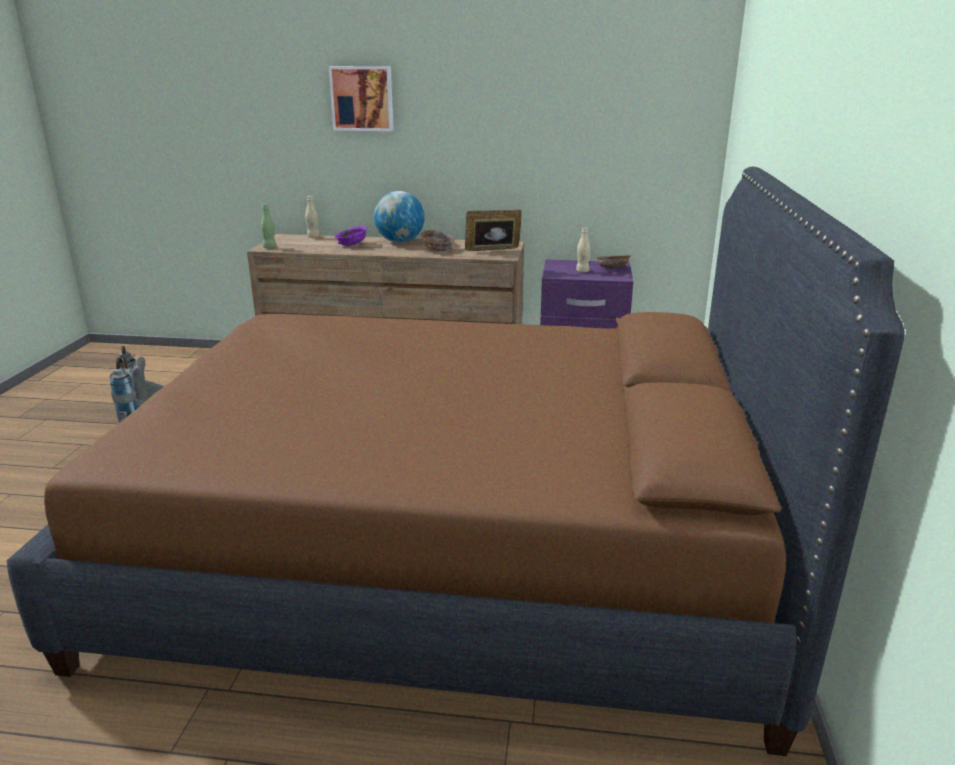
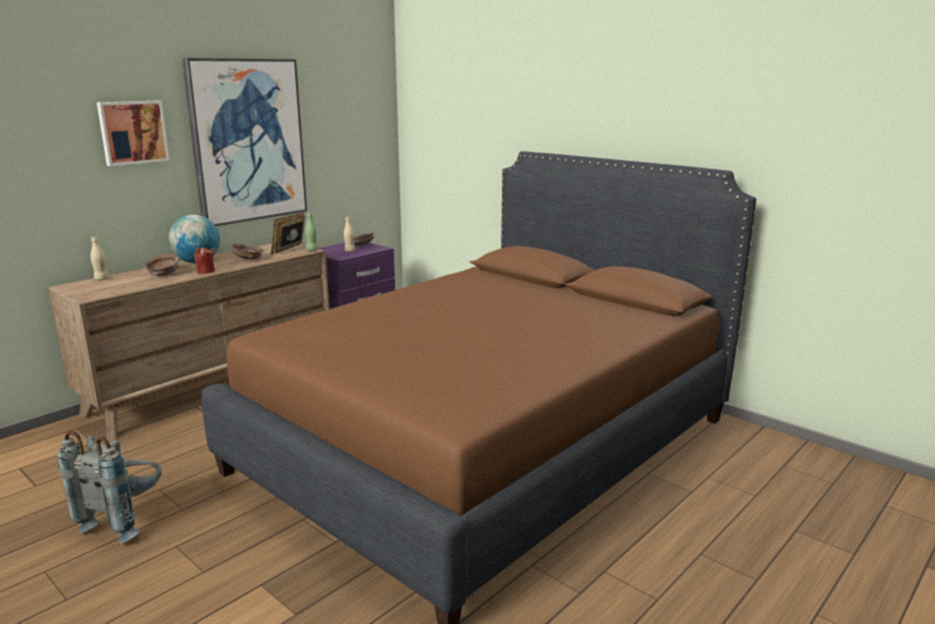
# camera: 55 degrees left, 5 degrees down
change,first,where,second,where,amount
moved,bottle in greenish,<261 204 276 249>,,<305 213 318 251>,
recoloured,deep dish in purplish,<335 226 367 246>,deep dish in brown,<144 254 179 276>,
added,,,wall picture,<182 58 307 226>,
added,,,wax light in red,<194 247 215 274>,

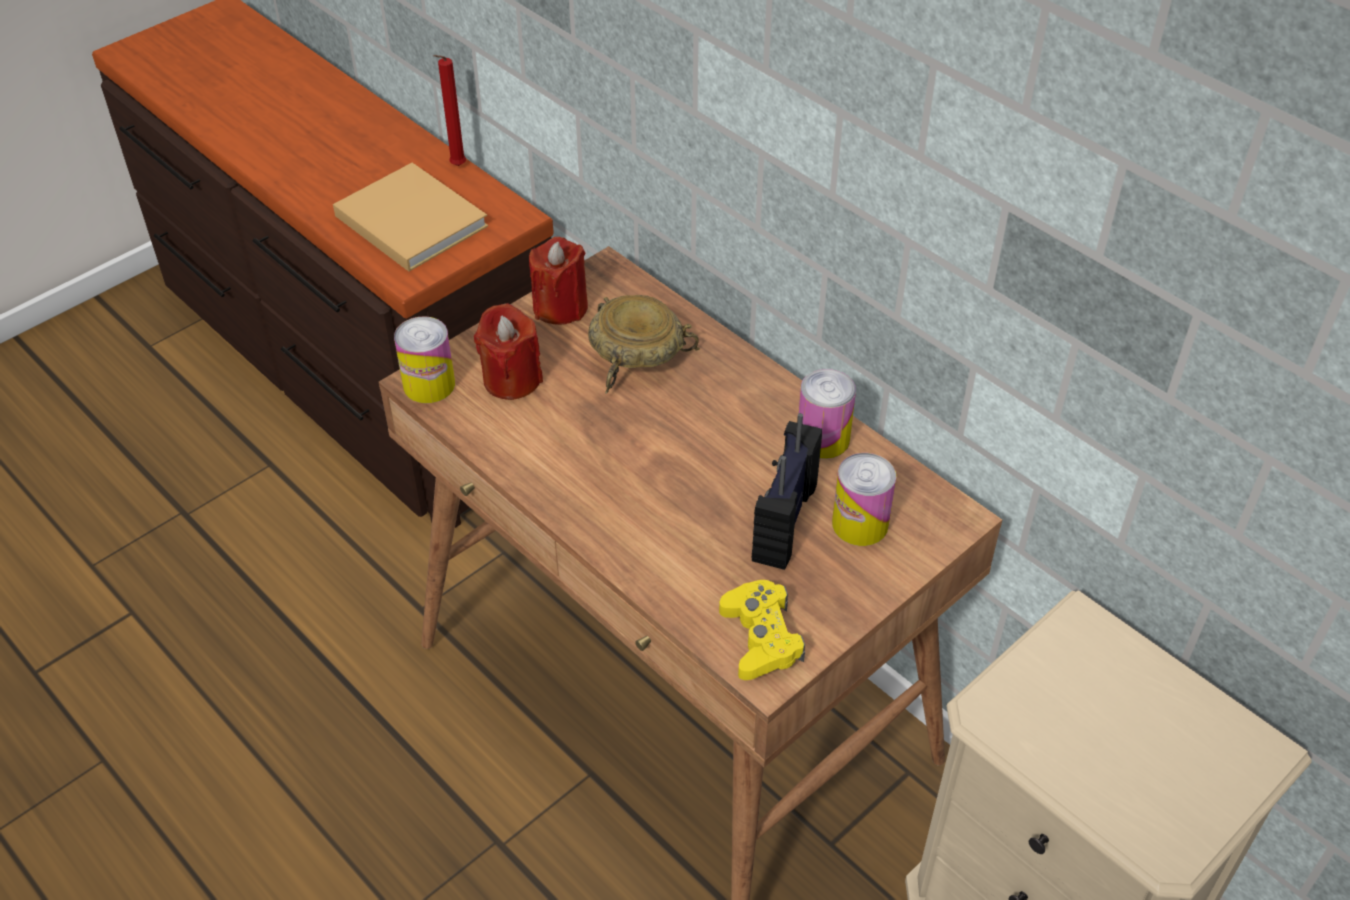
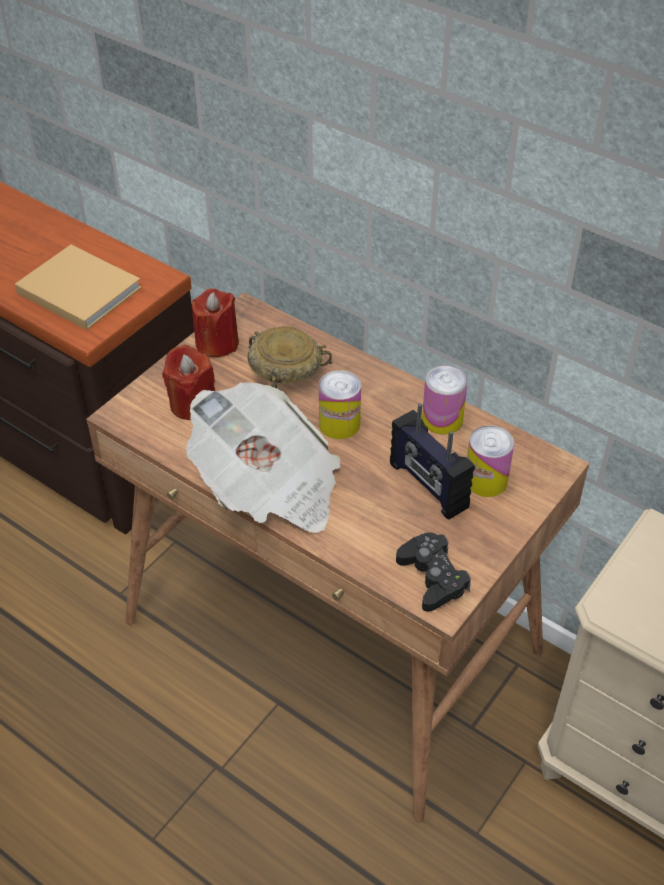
# camera: 10 degrees left, 0 degrees up
change,first,where,second,where,amount
removed,wax light in red,<434 55 466 166>,,,
moved,can,<394 316 455 403>,,<319 370 361 439>,
turned,radio,<752 413 822 570>,,<390 403 475 520>,45 degrees counterclockwise
recoloured,joypad in yellow-coloured,<719 580 805 680>,joypad in black,<396 532 471 612>,
added,,,daily paper,<186 382 341 533>,

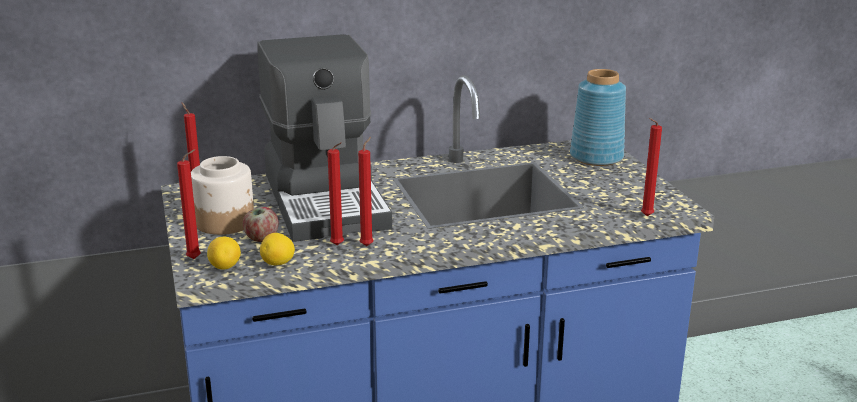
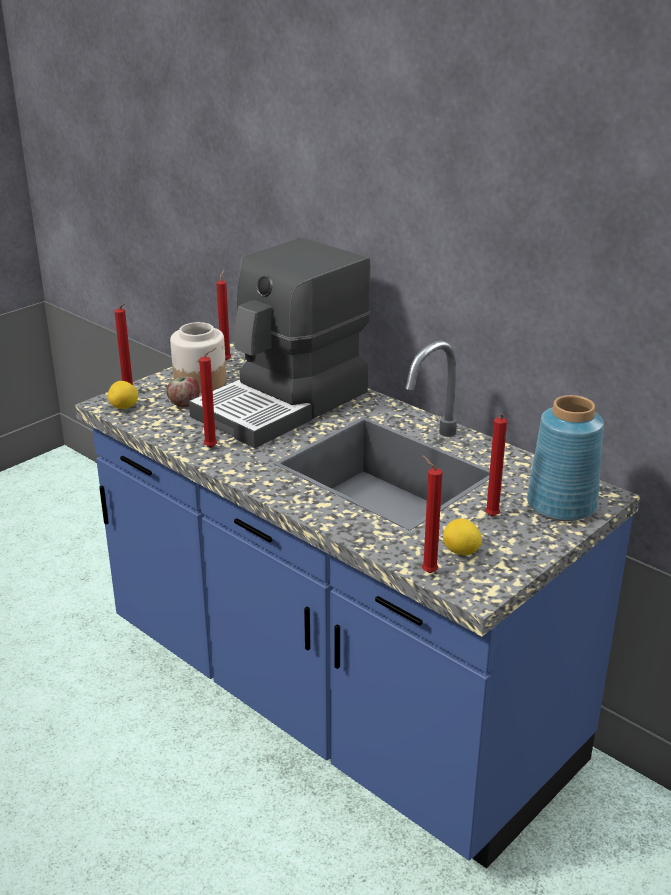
# camera: 60 degrees right, 5 degrees up
change,first,where,second,where,amount
moved,wax light in red,<327 142 344 245>,,<485 414 507 516>,
moved,citrus fruit,<260 233 295 265>,,<443 519 482 555>,

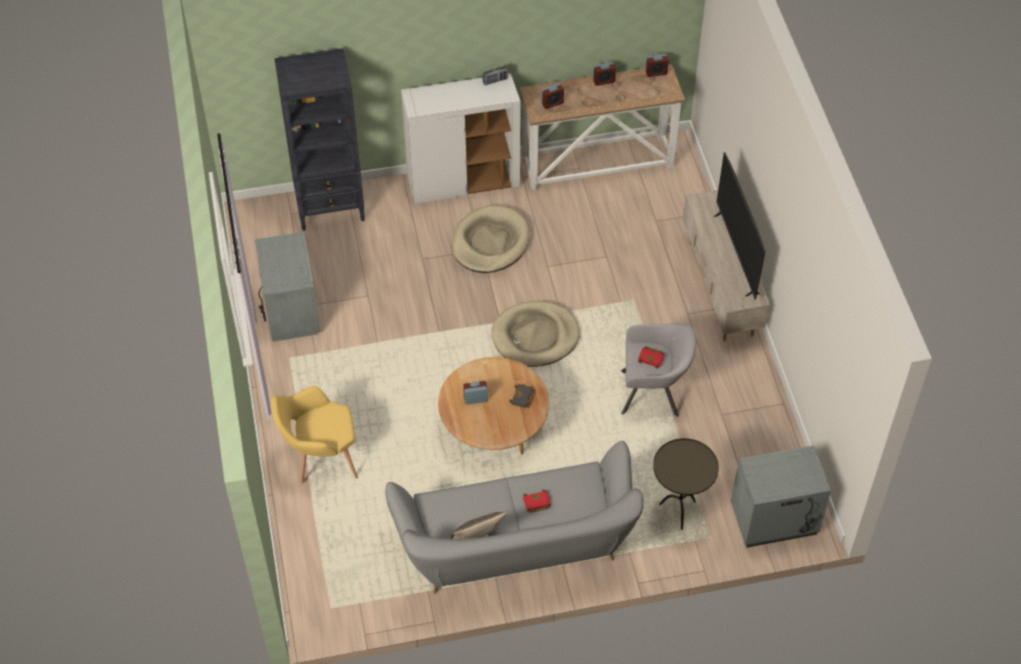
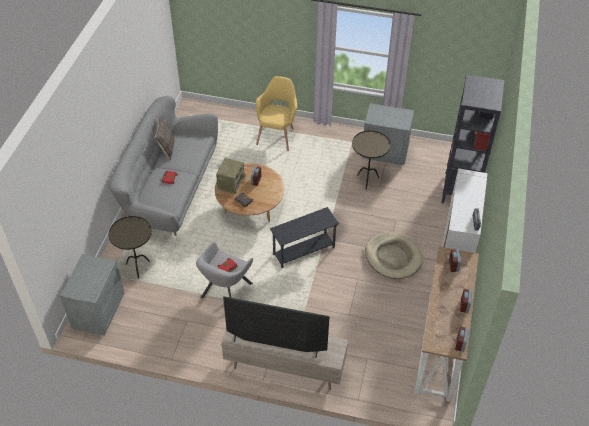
# camera: 115 degrees right, 5 degrees down
change,first,where,second,where,amount
replaced,pet bed in beige-coloured,<491 301 580 367>,accent table in greyish,<270 207 339 268>,
added,,,accent table in brown,<352 130 391 190>,
added,,,radio,<216 158 246 194>,

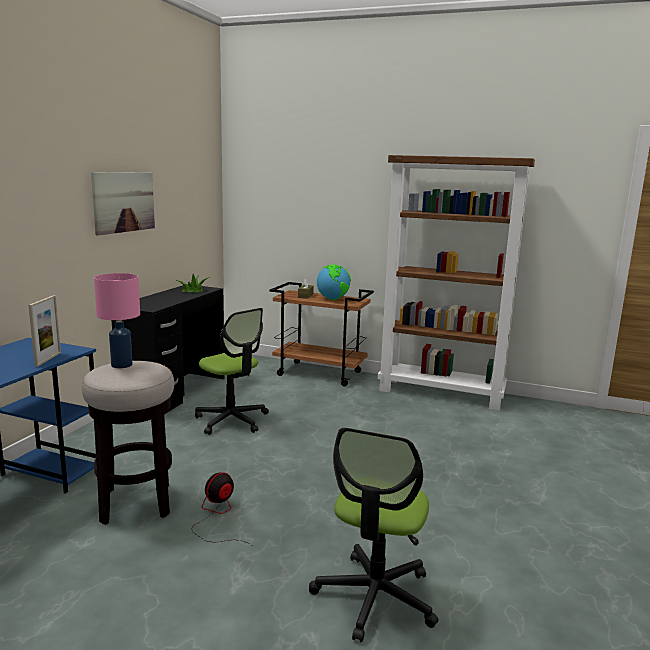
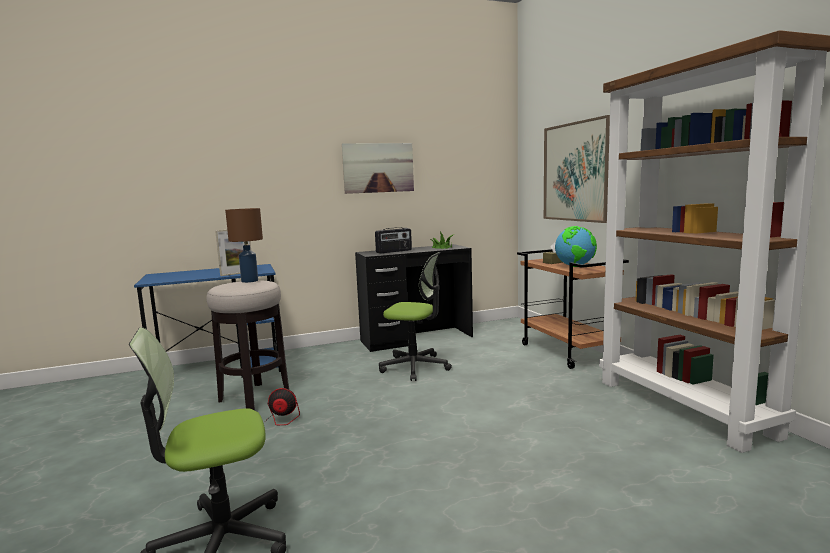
# camera: 50 degrees right, 5 degrees down
change,first,where,second,where,amount
recoloured,lamp for a table in pink,<94 273 140 368>,lamp for a table in brown,<225 208 263 283>,
turned,computer chair,<195 308 269 435>,,<379 252 452 381>,75 degrees counterclockwise
added,,,wall picture,<544 115 610 223>,
added,,,radio,<375 227 412 254>,

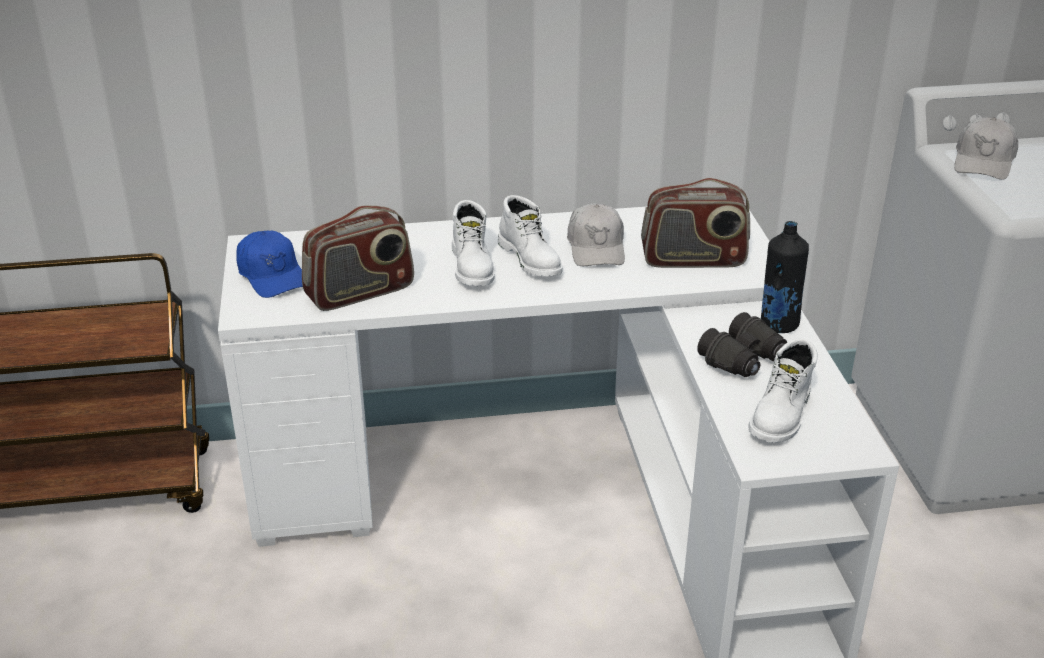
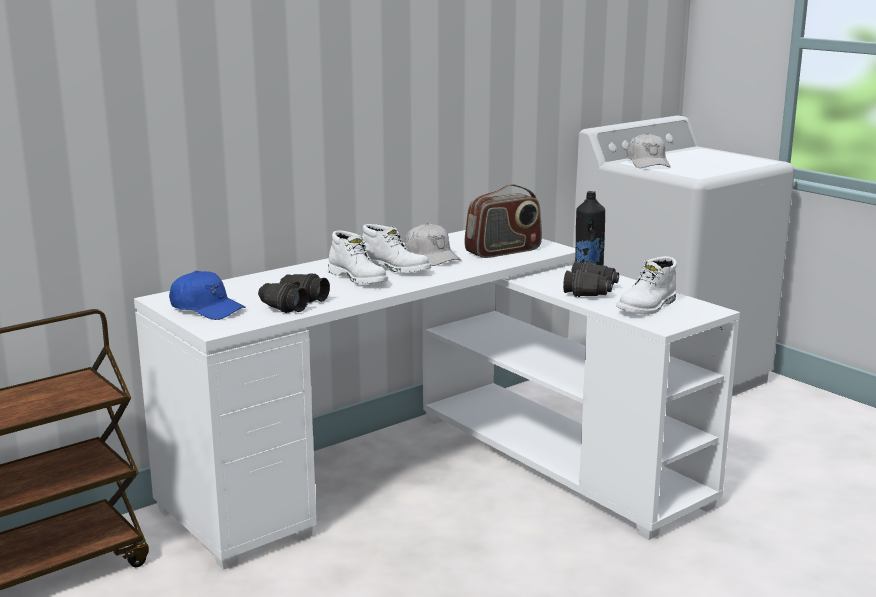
# camera: 30 degrees left, 15 degrees down
change,first,where,second,where,amount
replaced,radio,<302 205 414 311>,pair of binoculars in black,<258 273 330 313>,
turned,high-top boot in white,<748 338 818 443>,,<616 256 677 315>,45 degrees clockwise

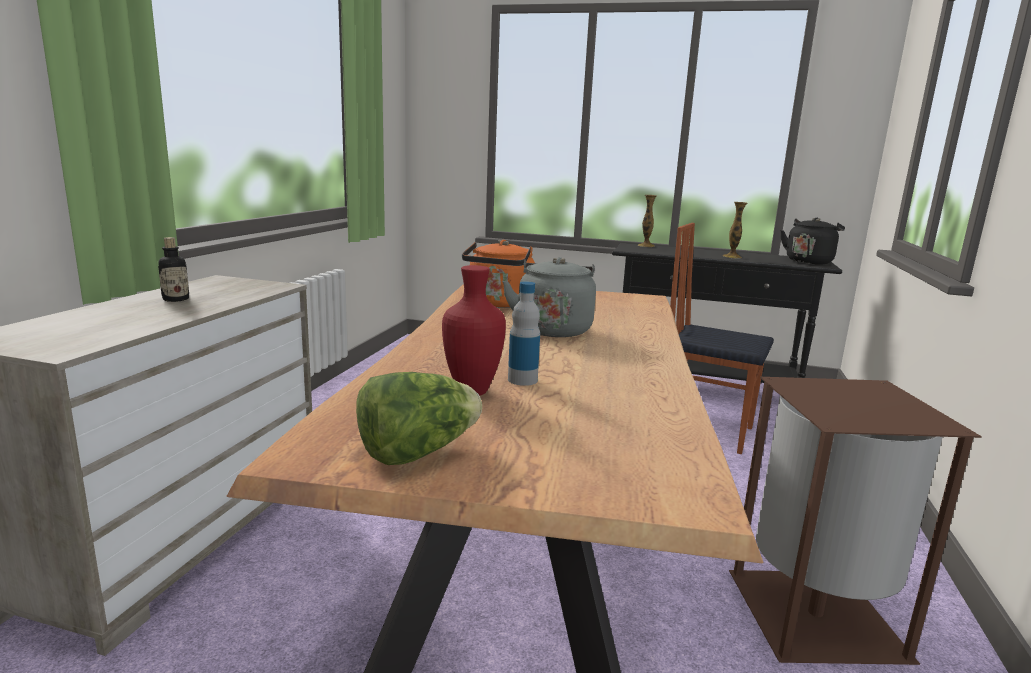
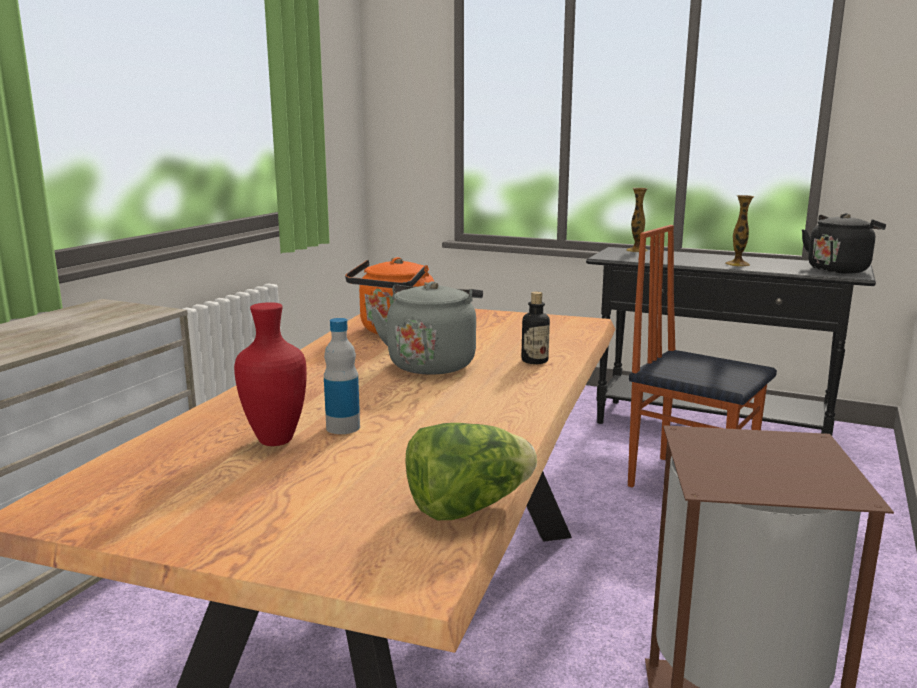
# camera: 10 degrees right, 0 degrees up
change,first,where,second,where,amount
moved,bottle,<158 237 189 302>,,<521 292 550 364>,
moved,lettuce,<356 372 482 465>,,<405 423 537 520>,

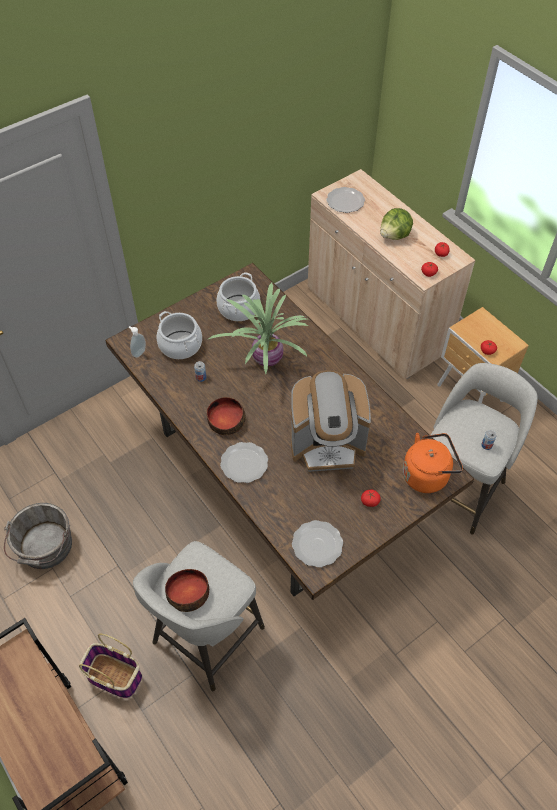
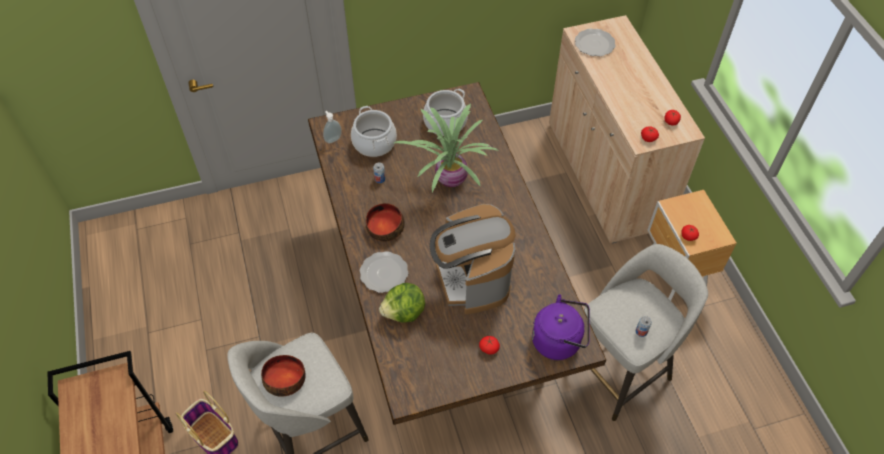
# camera: 20 degrees right, 0 degrees up
change,first,where,second,where,amount
moved,lettuce,<380 208 413 240>,,<379 283 425 323>,
turned,coffee maker,<291 370 371 472>,,<430 204 516 314>,60 degrees clockwise
recoloured,tea kettle in orange-coloured,<403 433 463 493>,tea kettle in purplish,<532 294 590 360>,
removed,pail in greyish,<4 503 72 569>,,,
removed,flat dish,<292 520 343 567>,,,

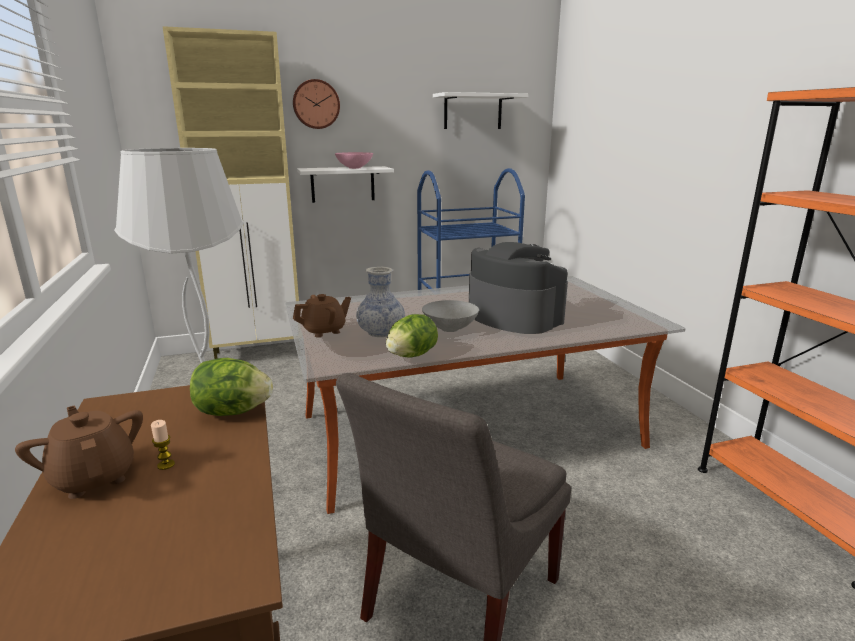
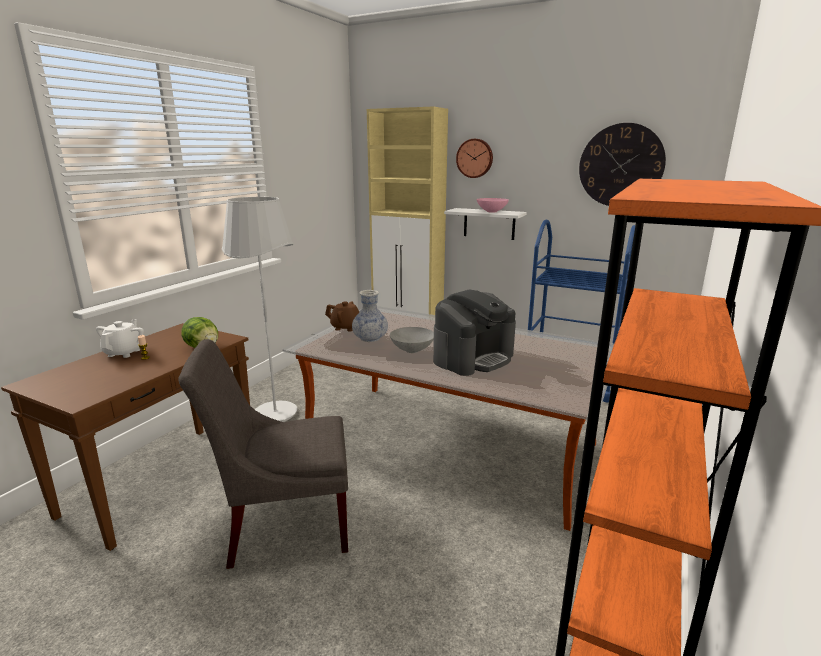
# camera: 45 degrees right, 0 degrees up
change,first,where,second,where,amount
replaced,wall shelf in white,<433 92 528 129>,wall clock,<579 123 666 206>,
turned,coffee maker,<469 242 568 334>,,<433 289 516 376>,45 degrees clockwise
removed,lettuce,<386 314 438 358>,,,
recoloured,pot for tea in brown,<15 406 143 499>,pot for tea in white,<96 319 144 358>,

